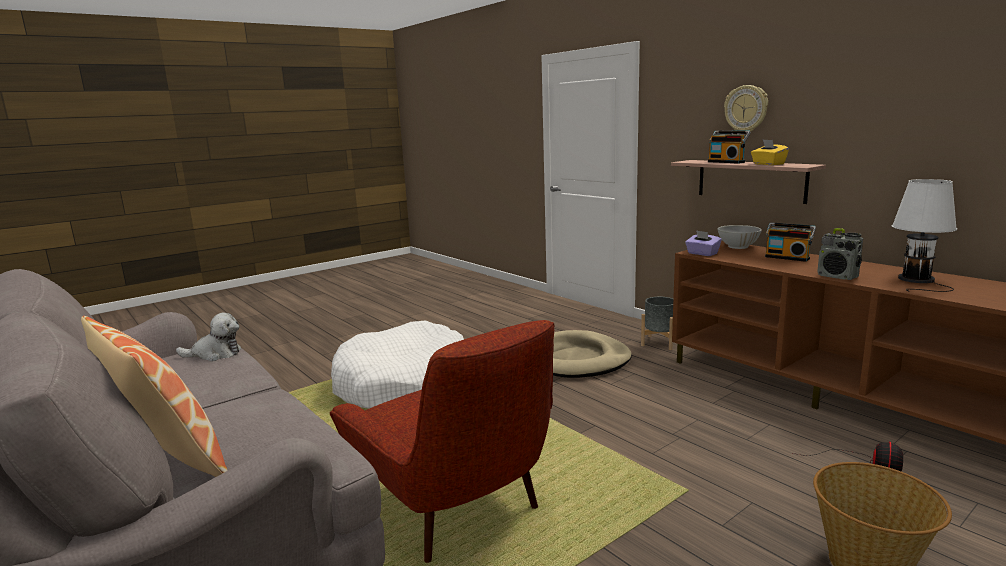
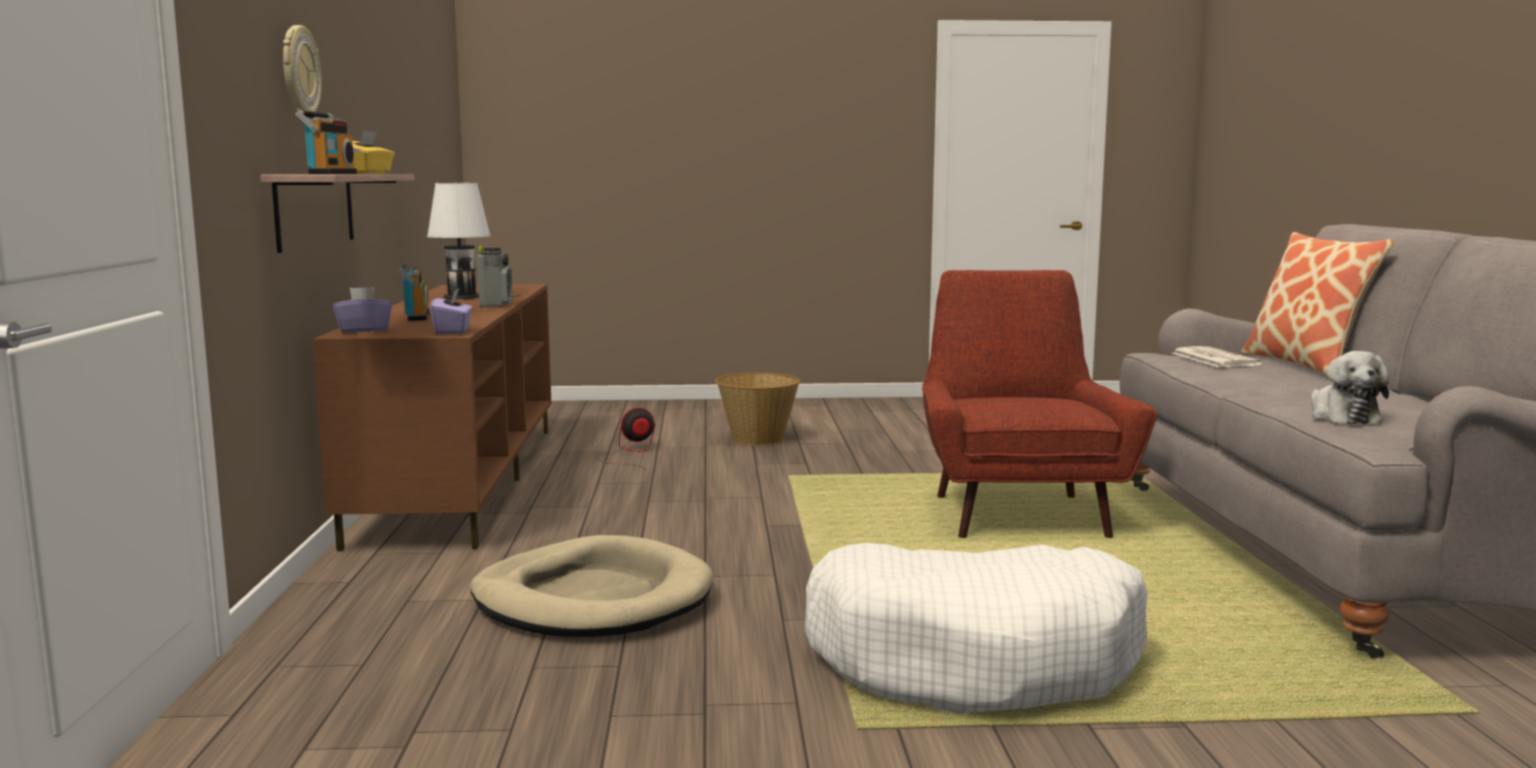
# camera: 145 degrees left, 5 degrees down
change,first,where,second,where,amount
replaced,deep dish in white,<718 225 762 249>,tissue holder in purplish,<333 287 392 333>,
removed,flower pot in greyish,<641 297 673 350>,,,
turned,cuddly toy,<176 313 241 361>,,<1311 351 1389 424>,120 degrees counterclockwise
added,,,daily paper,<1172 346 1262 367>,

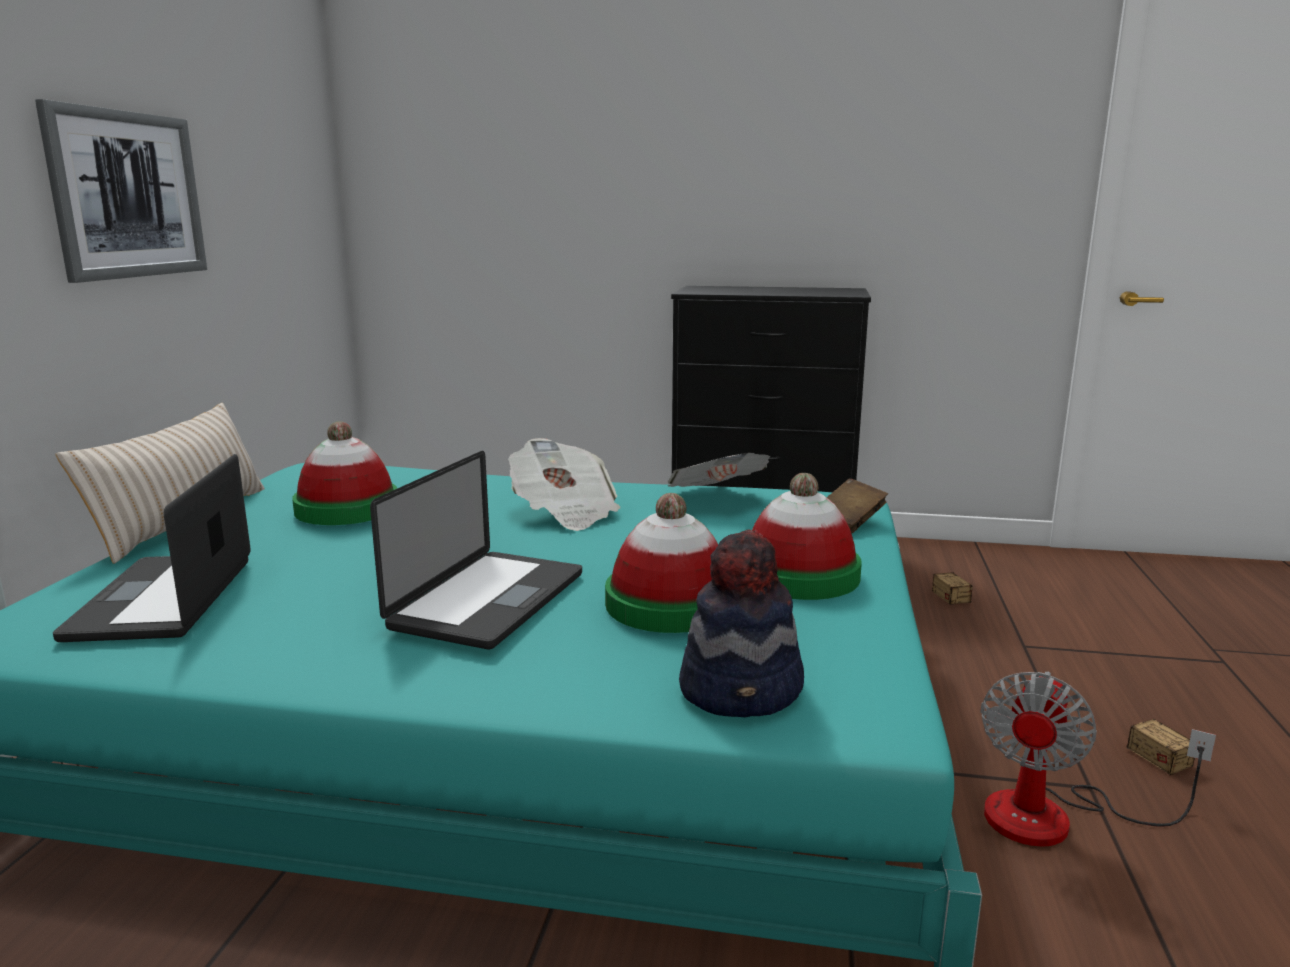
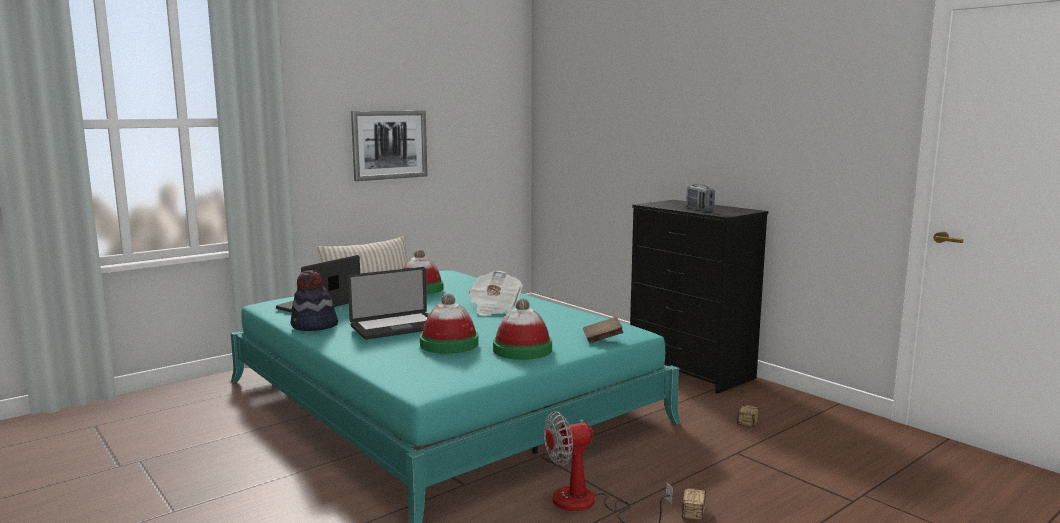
# camera: 40 degrees right, 5 degrees down
change,first,where,second,where,amount
removed,daily paper,<668 453 770 487>,,,
moved,hat,<679 530 804 717>,,<291 270 338 331>,
added,,,radio,<686 184 715 212>,

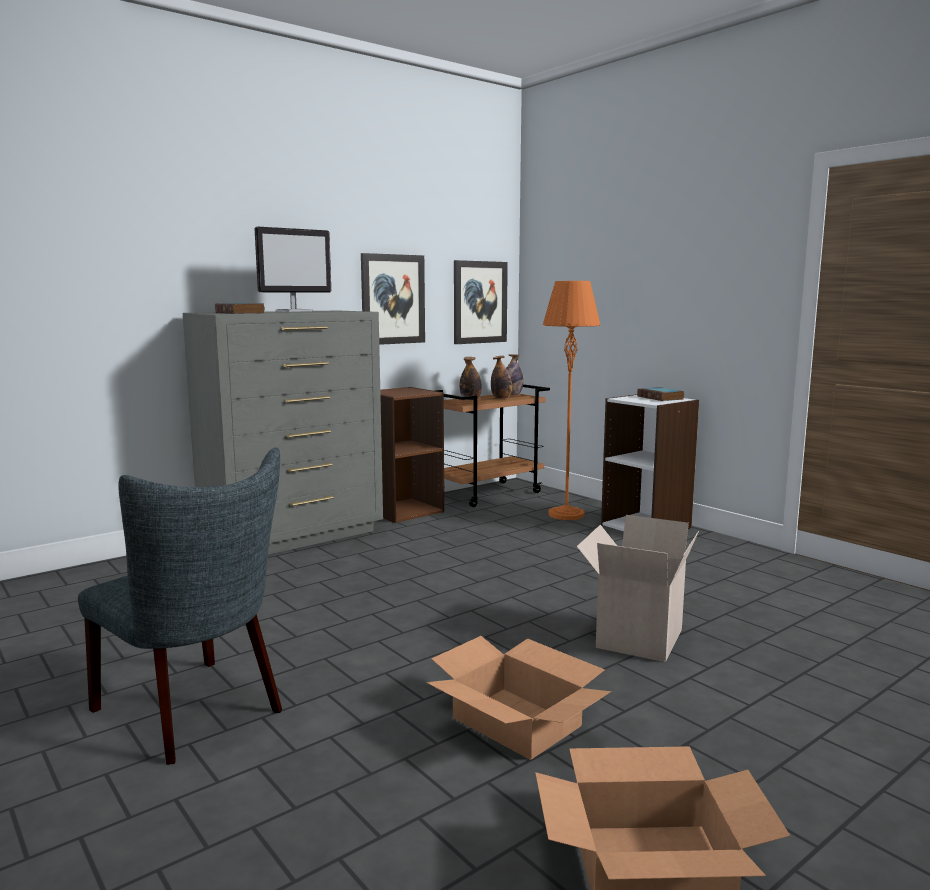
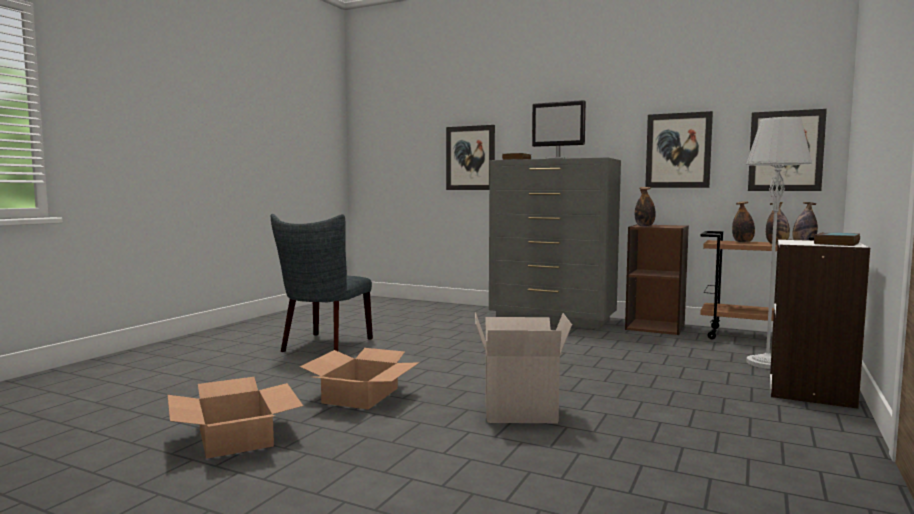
# camera: 65 degrees right, 5 degrees down
change,first,where,second,where,amount
recoloured,standing lamp in orange-coloured,<543 281 600 520>,standing lamp in greyish,<746 117 812 369>,
added,,,wall picture,<446 125 495 190>,
added,,,bottle,<635 187 656 226>,

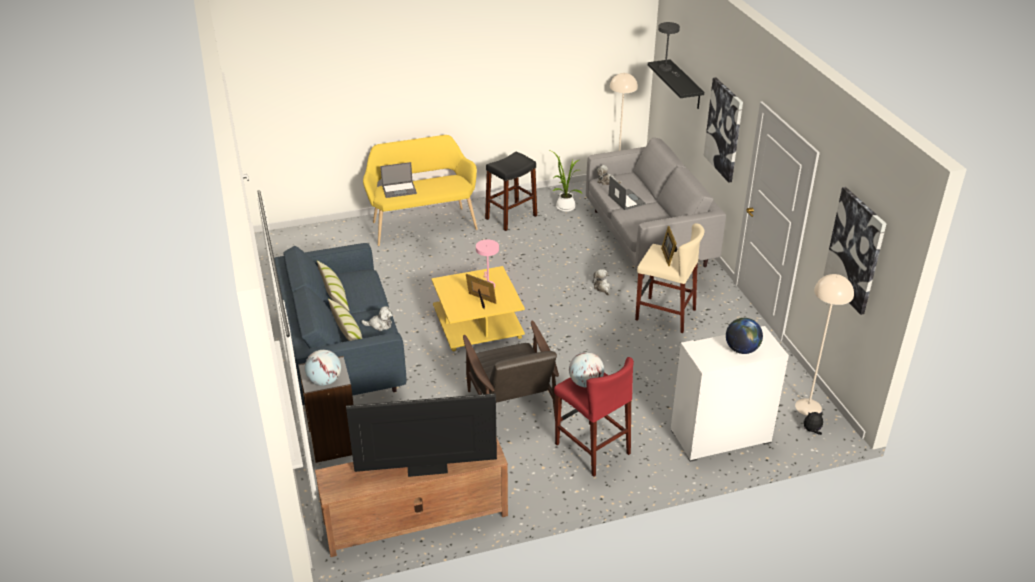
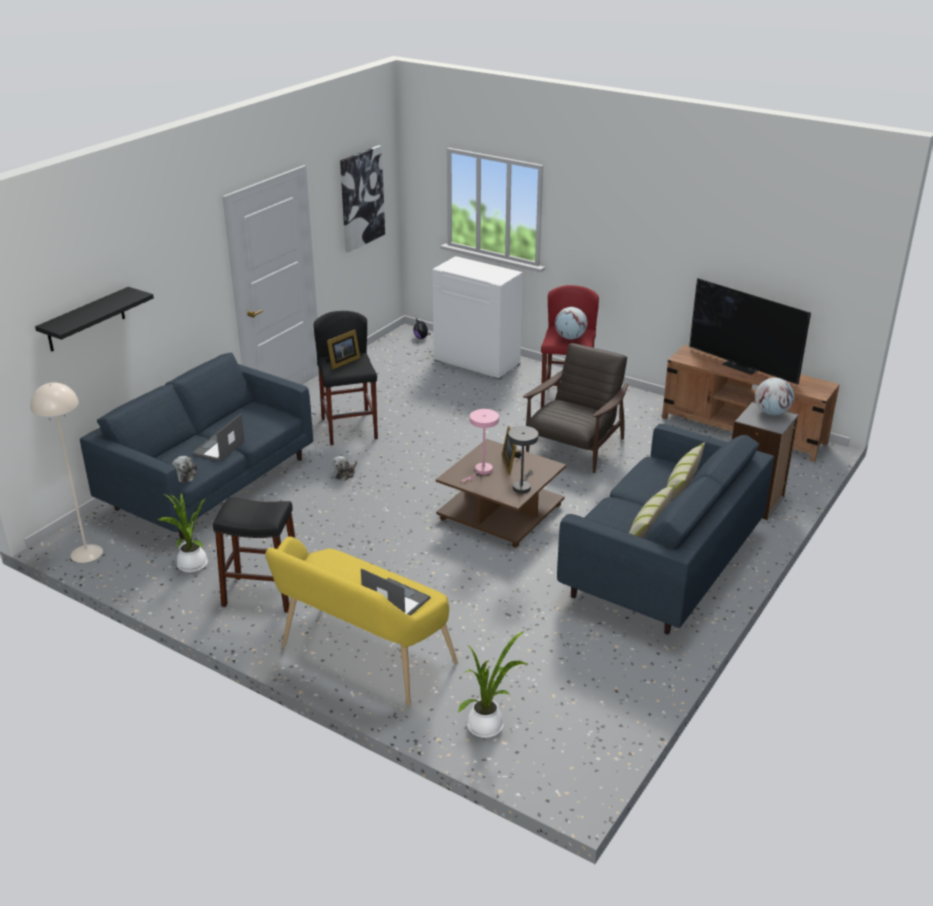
# camera: 130 degrees left, 5 degrees down
change,first,where,second,where,amount
moved,lamp for a table in greyish,<658 22 680 77>,,<508 426 538 493>,
removed,wall picture,<704 77 743 183>,,,
recoloured,sofa in greyish,<586 137 726 279>,sofa in bluish,<80 353 313 539>,
recoloured,stool in beige-coloured,<635 223 704 333>,stool in black,<314 311 378 445>,
recoloured,lounge table in yellow-coloured,<431 266 525 351>,lounge table in brown,<436 439 566 548>,
removed,standing lamp in beige-coloured,<795 274 854 416>,,,
removed,cuddly toy,<361 306 393 331>,,,
removed,desk globe,<726 318 763 354>,,,
added,,,houseplant,<458 631 527 738>,

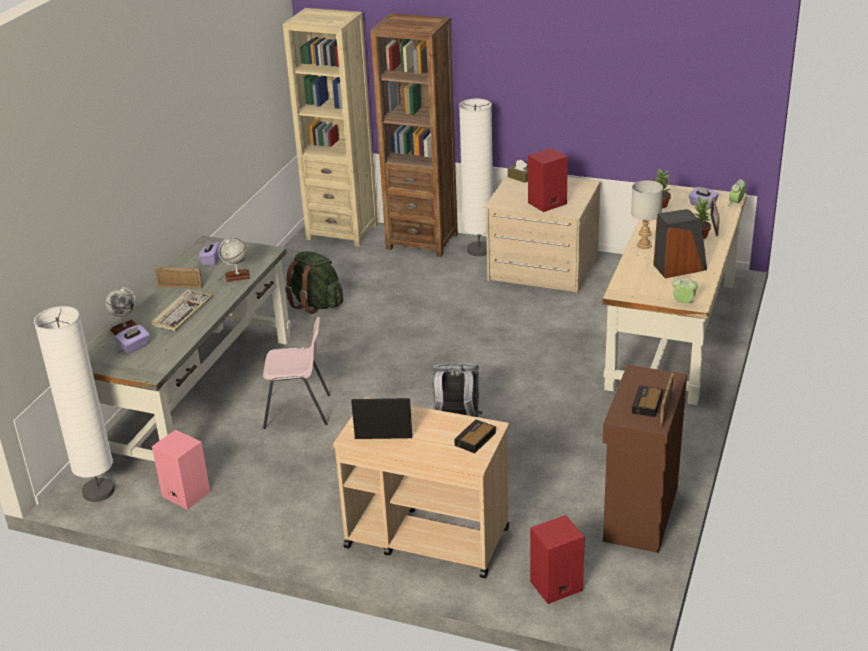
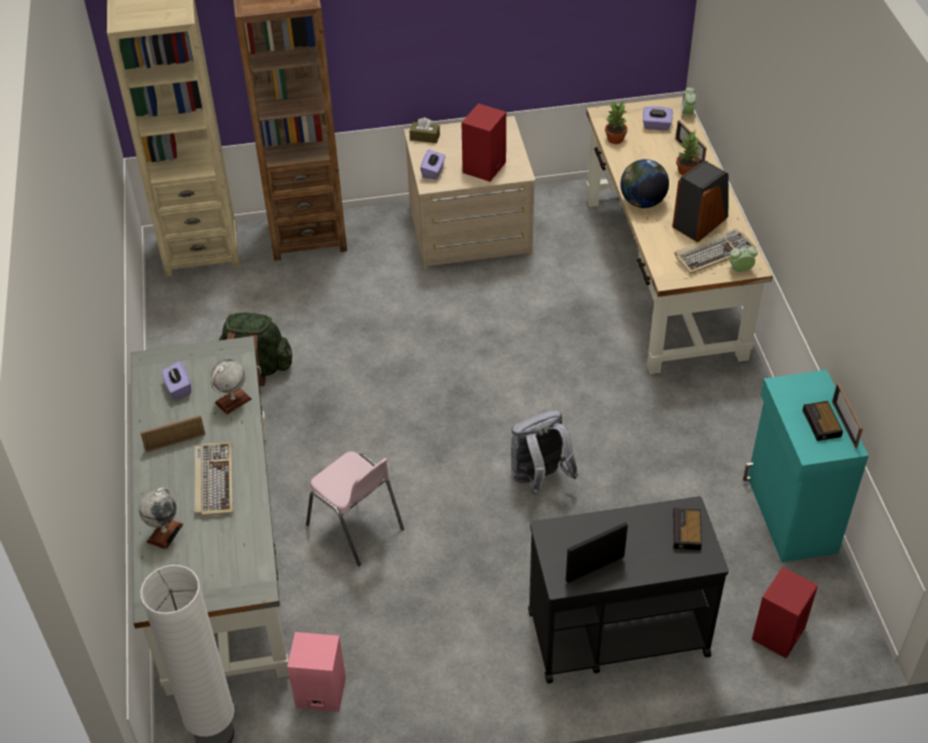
# camera: 30 degrees left, 15 degrees up
change,first,where,second,where,amount
removed,standing lamp in white,<459 98 493 256>,,,
replaced,lamp for a table in greyish,<631 180 663 249>,desk globe,<620 159 669 208>,
turned,chair in pink,<263 317 330 429>,,<306 451 404 566>,75 degrees clockwise
moved,tissue holder in purplish,<115 325 150 354>,,<420 149 445 180>,
recoloured,cabinet in brown,<603 365 687 553>,cabinet in turquoise,<743 370 869 562>,
recoloured,wheeled cart in beige-coloured,<333 397 509 578>,wheeled cart in black,<528 496 729 683>,
added,,,PC keyboard,<675 228 756 274>,

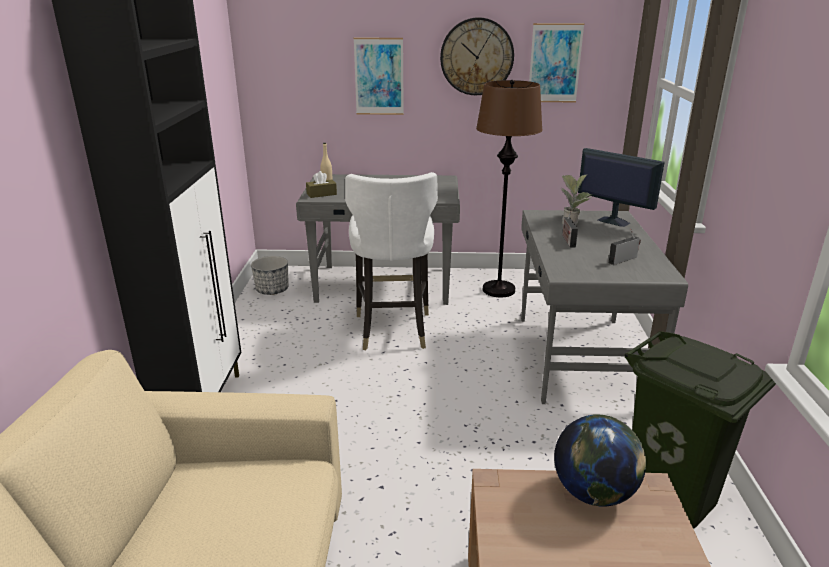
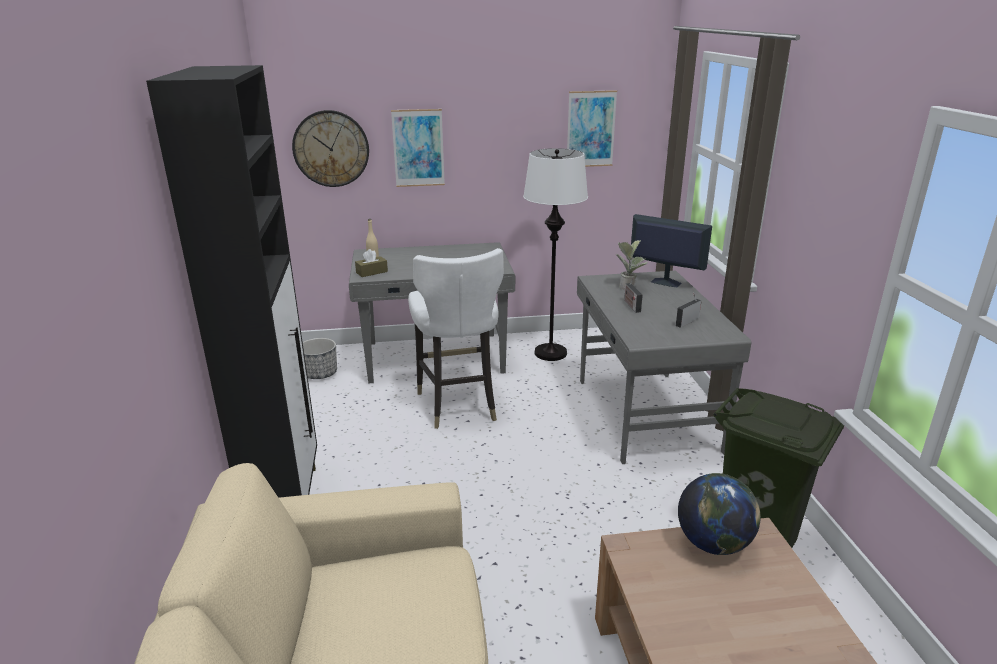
# camera: 10 degrees left, 0 degrees up
change,first,where,second,where,amount
moved,wall clock,<440 17 514 95>,,<292 110 369 187>,
recoloured,standing lamp in brown,<476 80 543 297>,standing lamp in white,<523 148 588 361>,

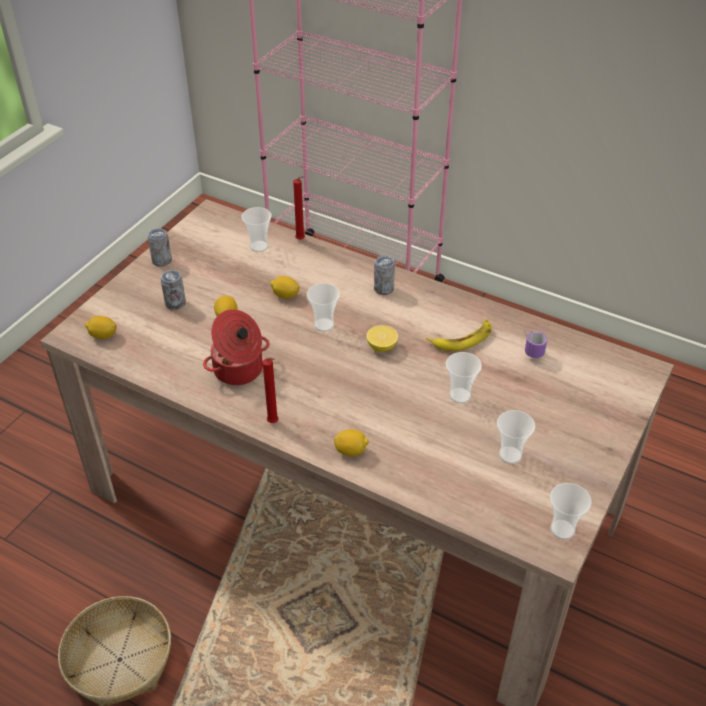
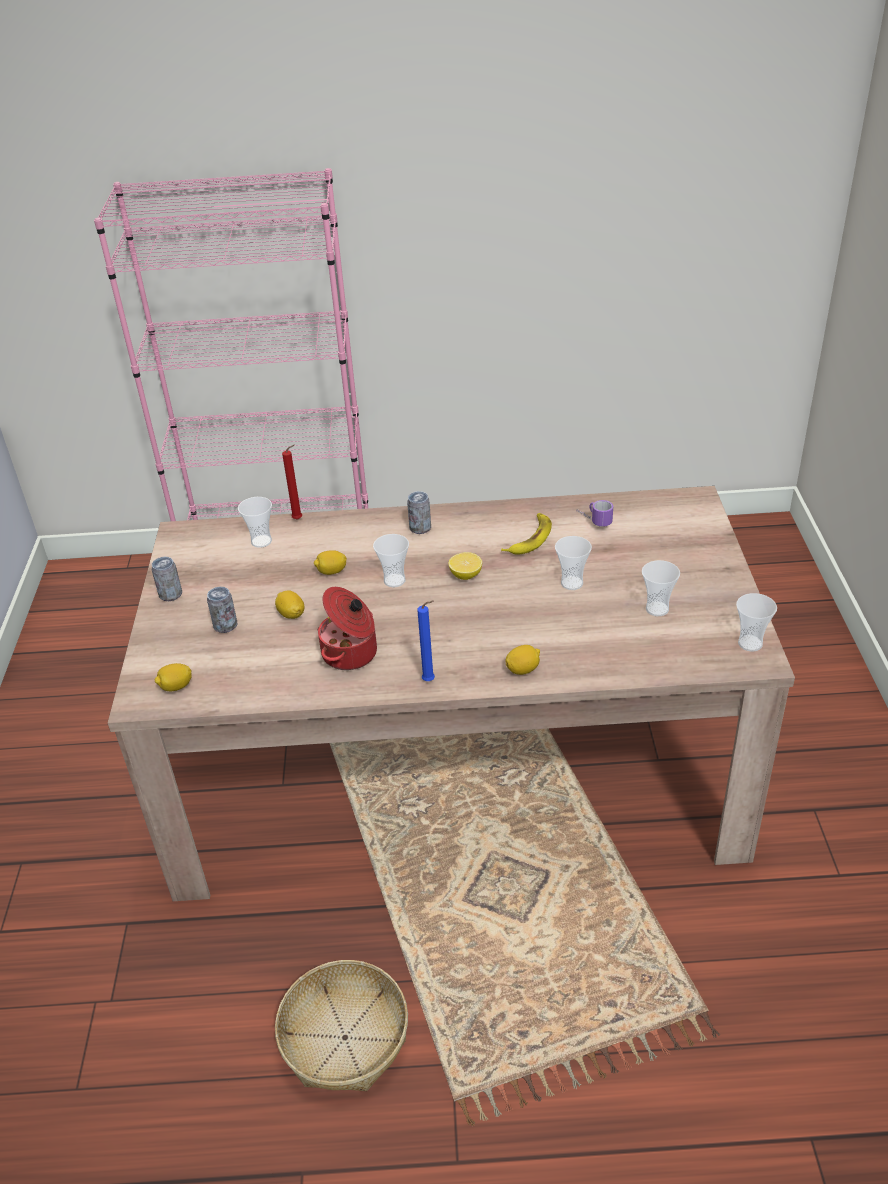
# camera: 30 degrees left, 5 degrees down
change,first,where,second,where,amount
recoloured,wax light in red,<263 357 279 423>,wax light in bluish,<417 600 435 681>,

